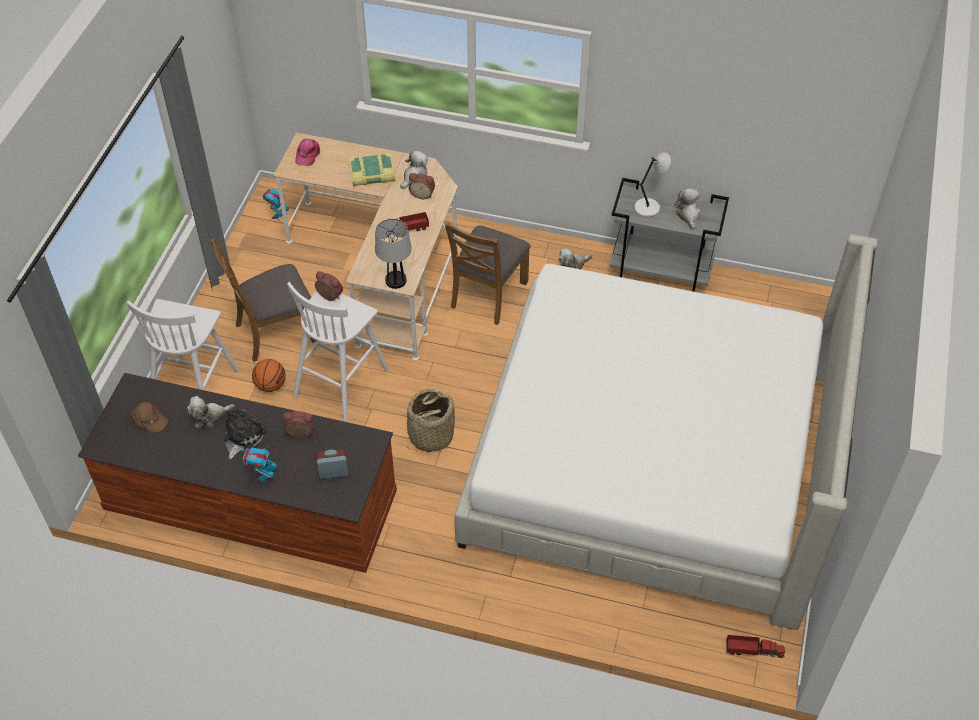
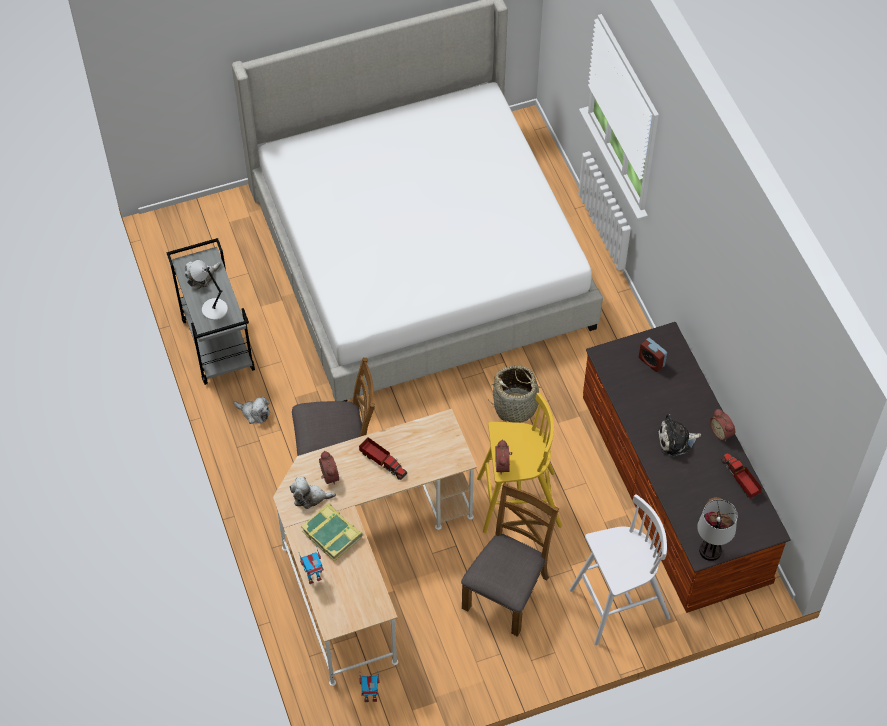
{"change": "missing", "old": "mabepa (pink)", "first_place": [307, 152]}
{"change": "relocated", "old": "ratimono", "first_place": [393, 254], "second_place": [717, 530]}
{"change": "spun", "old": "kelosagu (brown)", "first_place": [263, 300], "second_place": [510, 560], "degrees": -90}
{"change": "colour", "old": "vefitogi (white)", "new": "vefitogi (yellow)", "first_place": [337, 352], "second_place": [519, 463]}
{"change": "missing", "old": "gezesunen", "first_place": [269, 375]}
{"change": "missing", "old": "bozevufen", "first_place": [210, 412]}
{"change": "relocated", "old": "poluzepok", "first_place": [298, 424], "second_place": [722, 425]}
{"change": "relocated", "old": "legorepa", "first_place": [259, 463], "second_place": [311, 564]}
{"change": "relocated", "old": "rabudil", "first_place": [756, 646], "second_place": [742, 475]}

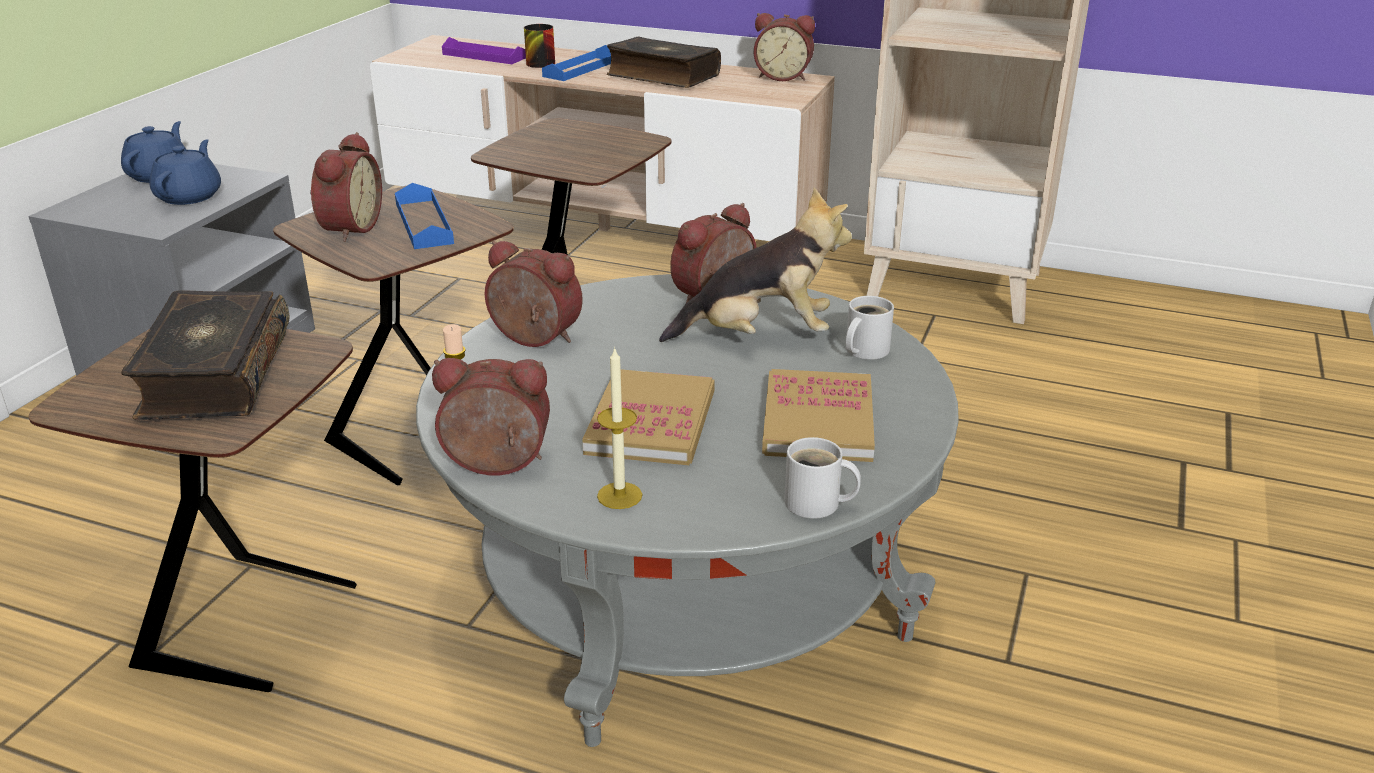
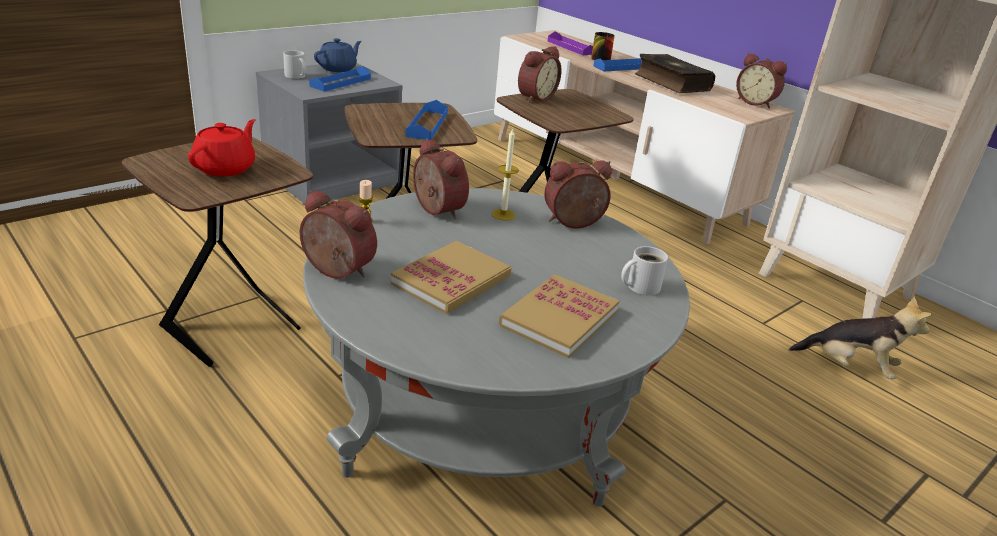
{"change": "relocated", "old": "poluzepok", "first_place": [346, 187], "second_place": [540, 74]}
{"change": "exchanged", "old": "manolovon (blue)", "new": "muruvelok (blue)", "first_place": [185, 172], "second_place": [340, 79]}
{"change": "relocated", "old": "bozevufen", "first_place": [755, 265], "second_place": [860, 337]}
{"change": "exchanged", "old": "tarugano", "new": "manolovon (red)", "first_place": [205, 355], "second_place": [221, 148]}
{"change": "relocated", "old": "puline", "first_place": [619, 428], "second_place": [505, 174]}
{"change": "relocated", "old": "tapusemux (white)", "first_place": [822, 477], "second_place": [294, 65]}

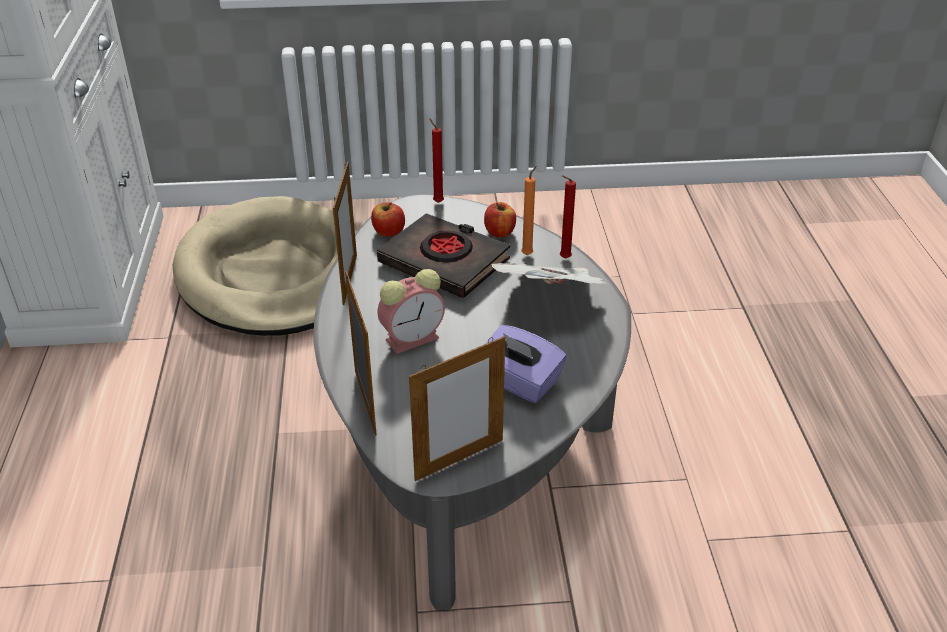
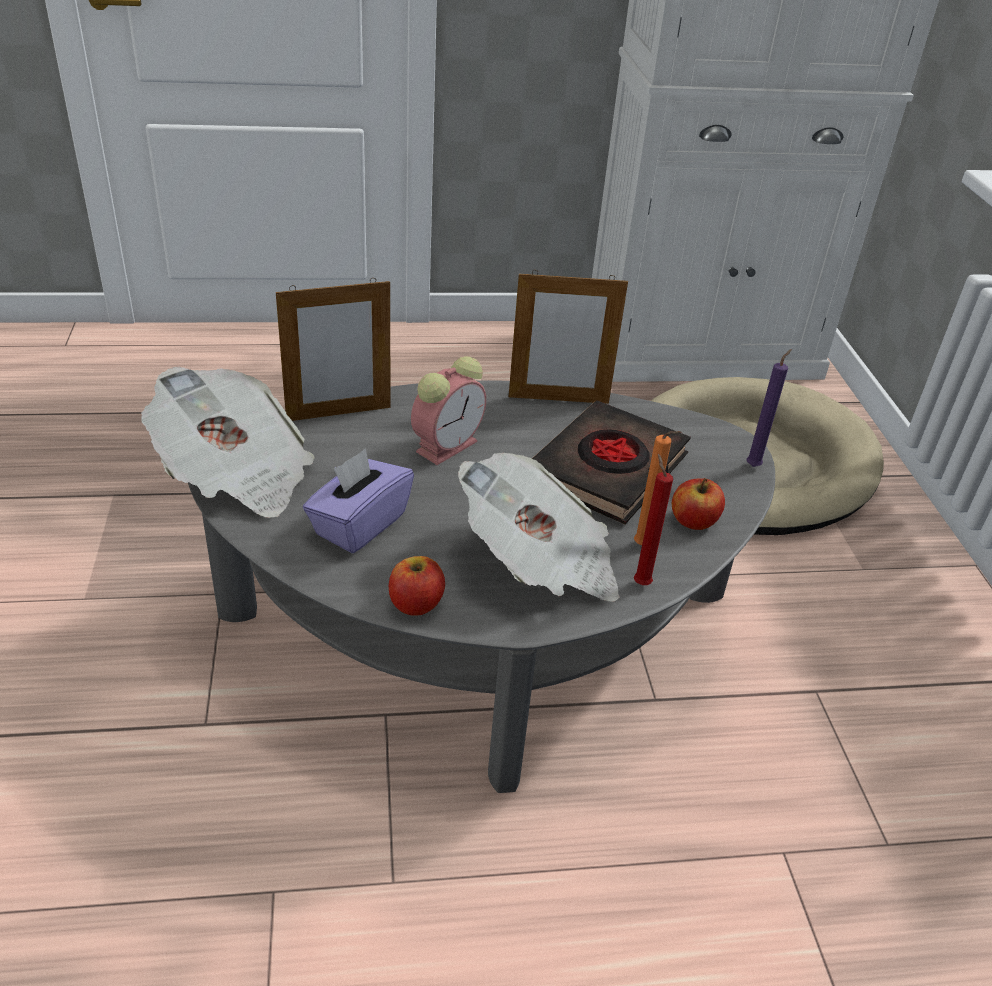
{"change": "colour", "old": "puline (red)", "new": "puline (purple)", "first_place": [436, 160], "second_place": [769, 408]}
{"change": "relocated", "old": "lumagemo", "first_place": [388, 219], "second_place": [417, 586]}
{"change": "spun", "old": "poluzepok", "first_place": [411, 311], "second_place": [448, 410], "degrees": -105}
{"change": "exchanged", "old": "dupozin", "new": "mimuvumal", "first_place": [457, 408], "second_place": [228, 442]}

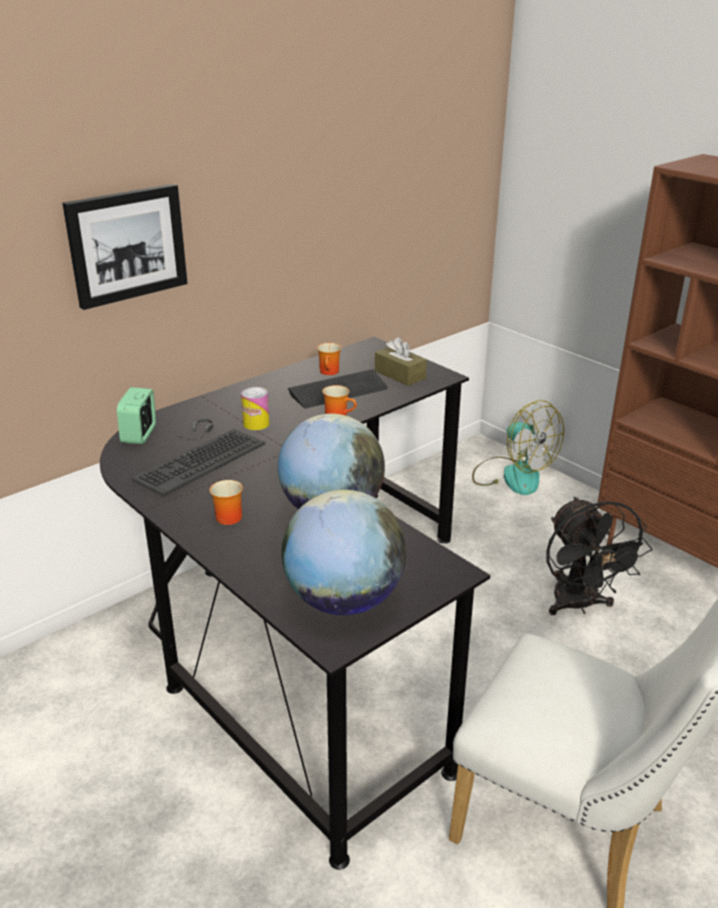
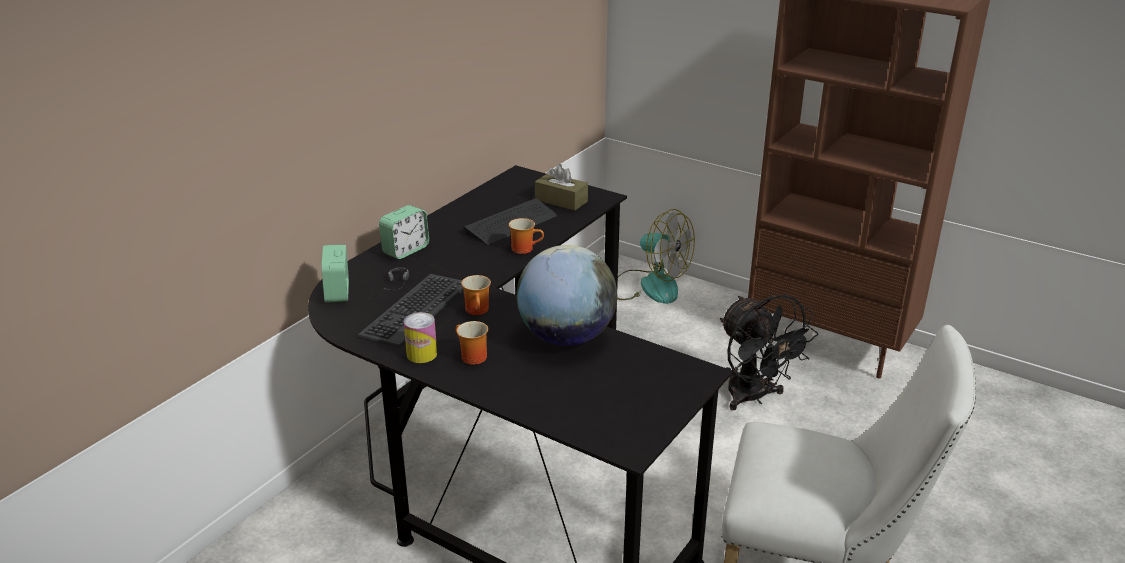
{"change": "missing", "old": "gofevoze", "first_place": [125, 247]}
{"change": "relocated", "old": "tapusemux", "first_place": [329, 359], "second_place": [476, 295]}
{"change": "relocated", "old": "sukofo", "first_place": [255, 408], "second_place": [420, 337]}
{"change": "missing", "old": "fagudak", "first_place": [343, 552]}
{"change": "appeared", "new": "poluzepok", "second_place": [404, 232]}

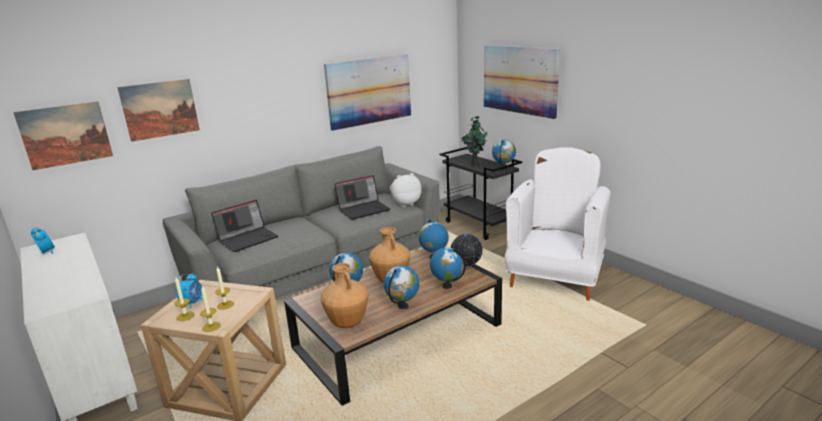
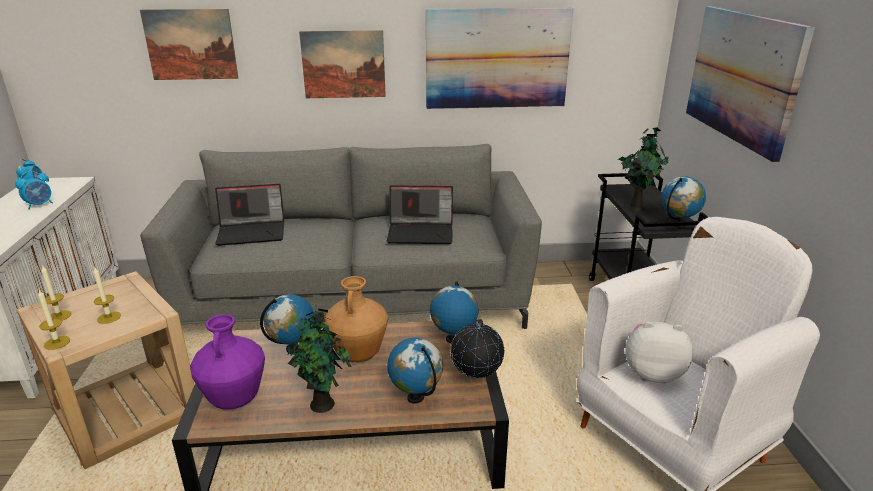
{"change": "relocated", "old": "gofevoze", "first_place": [63, 135], "second_place": [342, 64]}
{"change": "relocated", "old": "bozevufen", "first_place": [406, 190], "second_place": [659, 352]}
{"change": "colour", "old": "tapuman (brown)", "new": "tapuman (purple)", "first_place": [345, 295], "second_place": [227, 362]}
{"change": "exchanged", "old": "fagudak", "new": "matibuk", "first_place": [401, 287], "second_place": [320, 360]}
{"change": "relocated", "old": "poluzepok", "first_place": [189, 291], "second_place": [34, 190]}

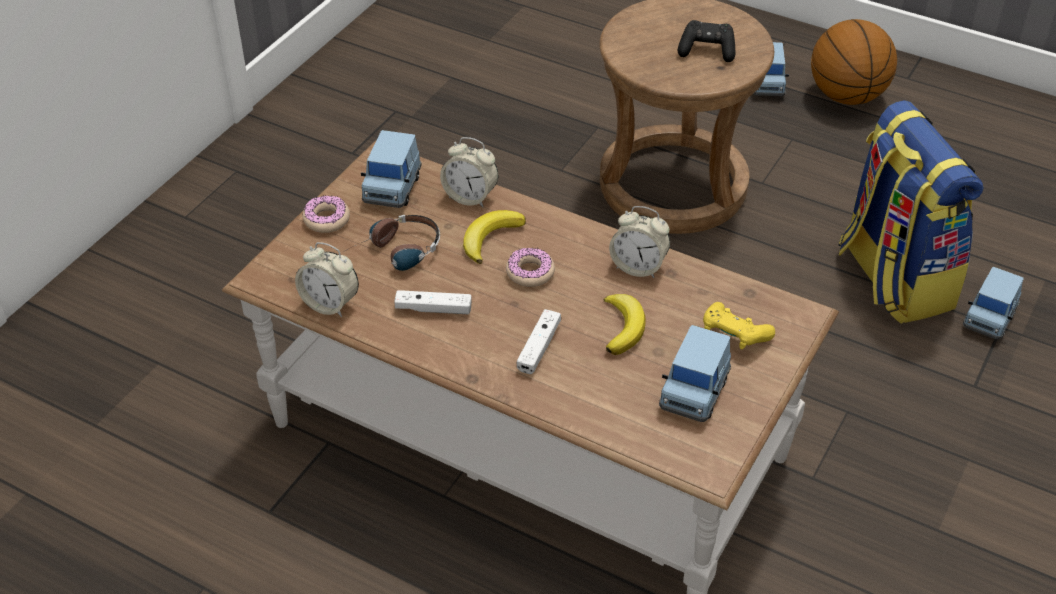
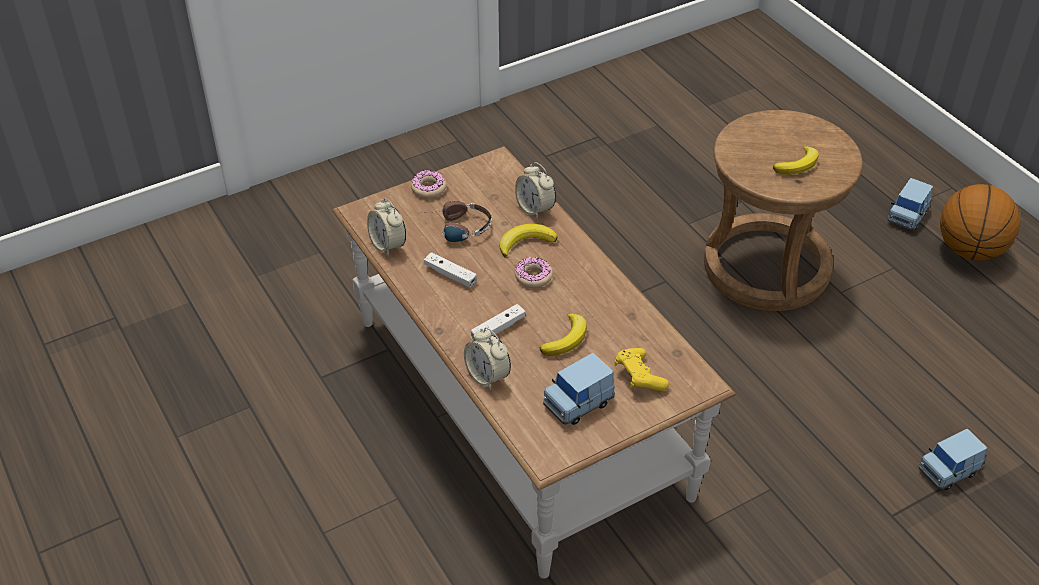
{"change": "exchanged", "old": "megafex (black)", "new": "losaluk", "first_place": [706, 41], "second_place": [796, 160]}
{"change": "missing", "old": "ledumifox", "first_place": [911, 212]}
{"change": "missing", "old": "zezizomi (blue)", "first_place": [391, 169]}
{"change": "relocated", "old": "poluzepok", "first_place": [639, 242], "second_place": [487, 358]}

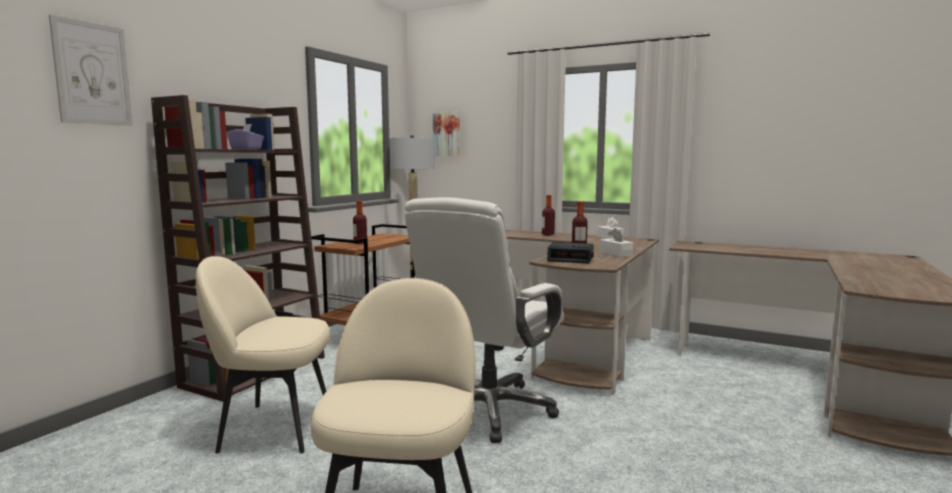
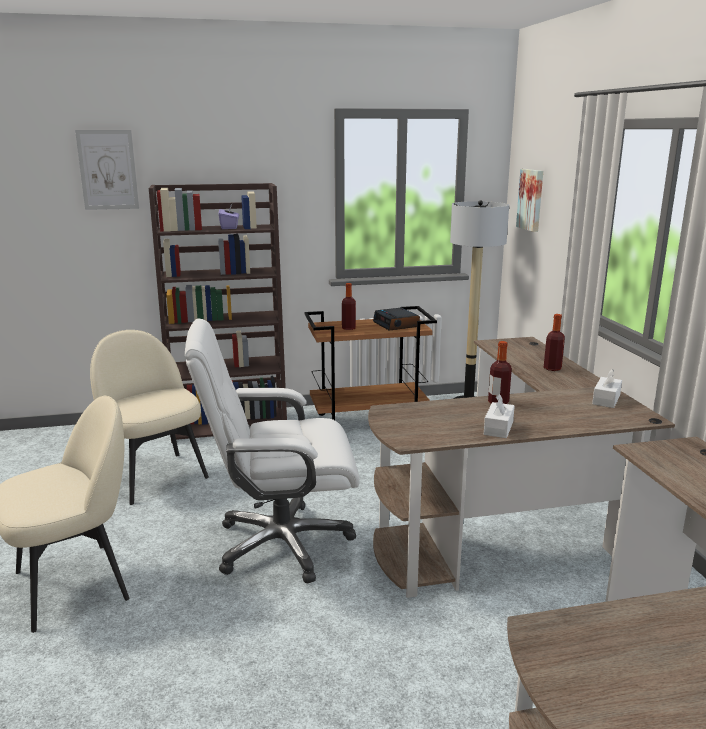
{"change": "relocated", "old": "poluzepok", "first_place": [570, 252], "second_place": [396, 319]}

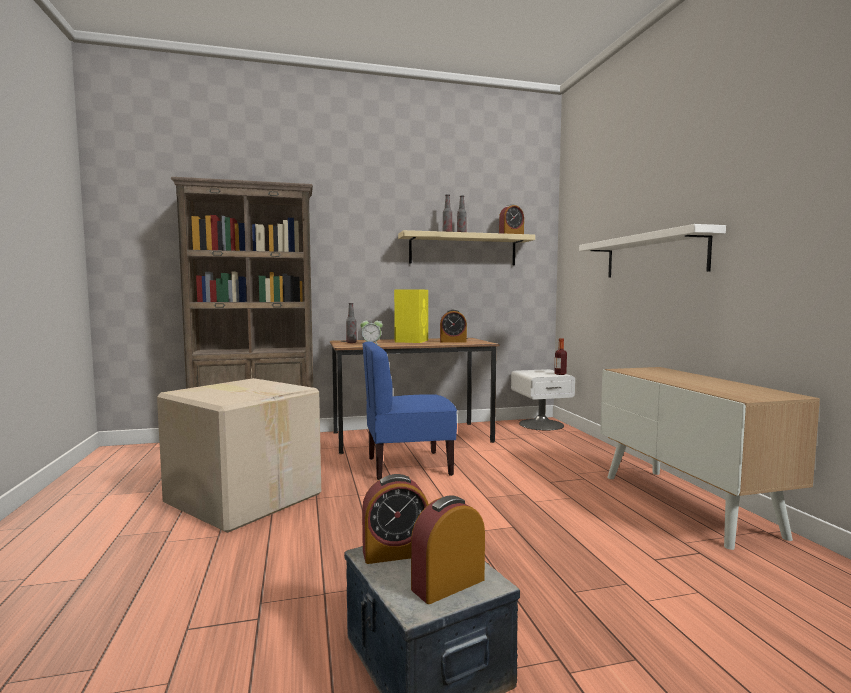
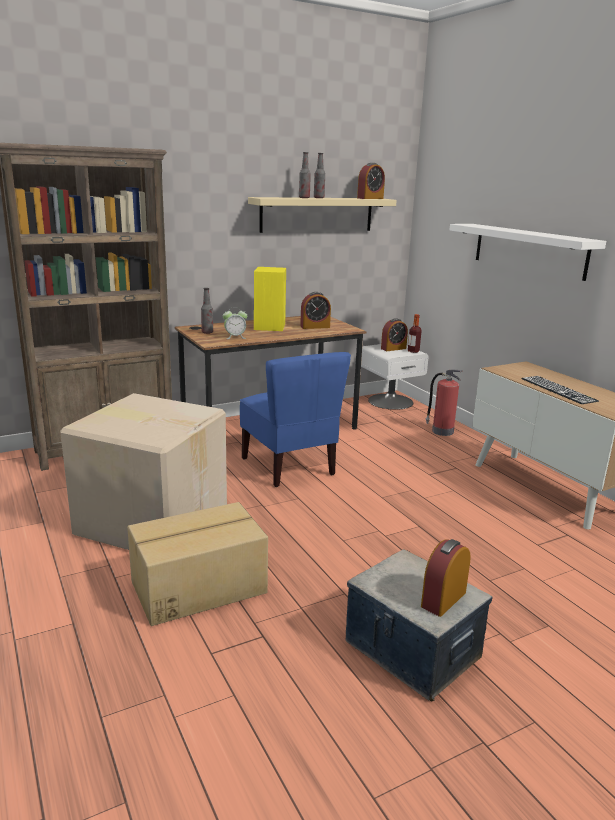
{"change": "spun", "old": "kelosagu (blue)", "first_place": [410, 410], "second_place": [295, 419], "degrees": -90}
{"change": "relocated", "old": "poluzepok", "first_place": [395, 519], "second_place": [394, 334]}
{"change": "appeared", "new": "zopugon", "second_place": [444, 403]}
{"change": "appeared", "new": "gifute", "second_place": [560, 390]}
{"change": "appeared", "new": "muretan", "second_place": [197, 564]}

